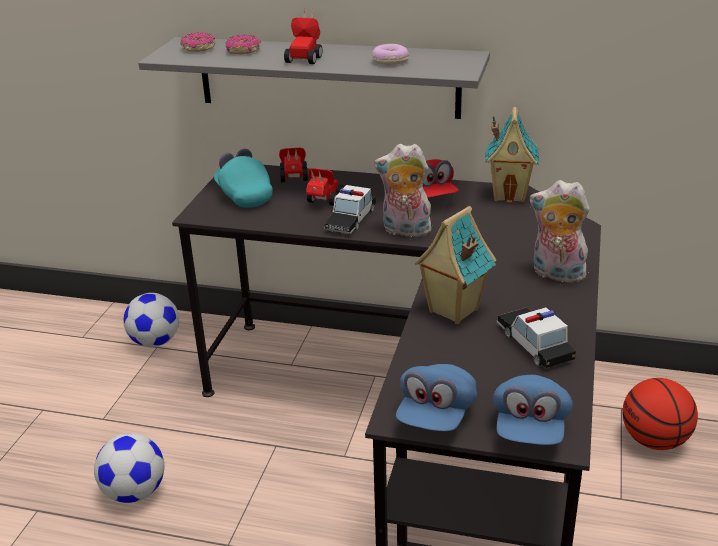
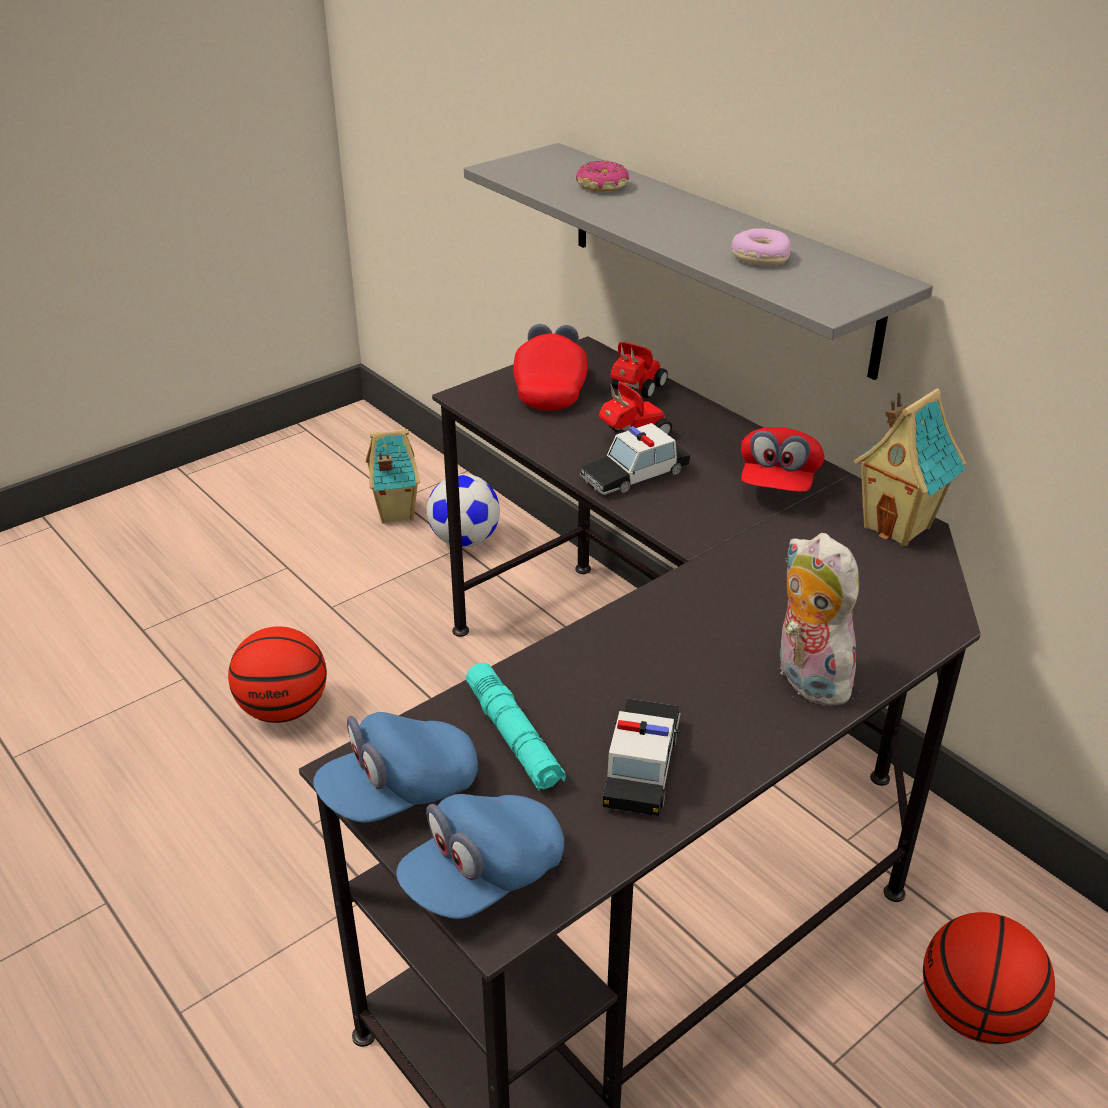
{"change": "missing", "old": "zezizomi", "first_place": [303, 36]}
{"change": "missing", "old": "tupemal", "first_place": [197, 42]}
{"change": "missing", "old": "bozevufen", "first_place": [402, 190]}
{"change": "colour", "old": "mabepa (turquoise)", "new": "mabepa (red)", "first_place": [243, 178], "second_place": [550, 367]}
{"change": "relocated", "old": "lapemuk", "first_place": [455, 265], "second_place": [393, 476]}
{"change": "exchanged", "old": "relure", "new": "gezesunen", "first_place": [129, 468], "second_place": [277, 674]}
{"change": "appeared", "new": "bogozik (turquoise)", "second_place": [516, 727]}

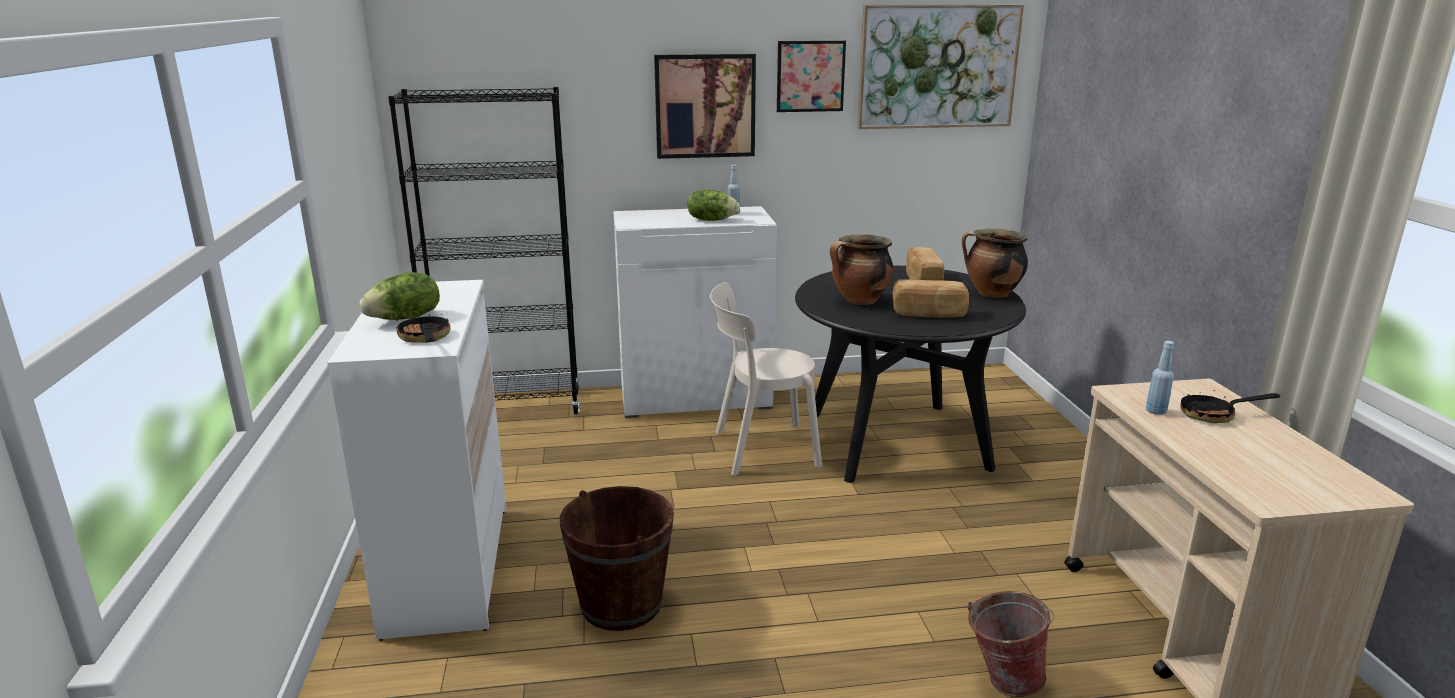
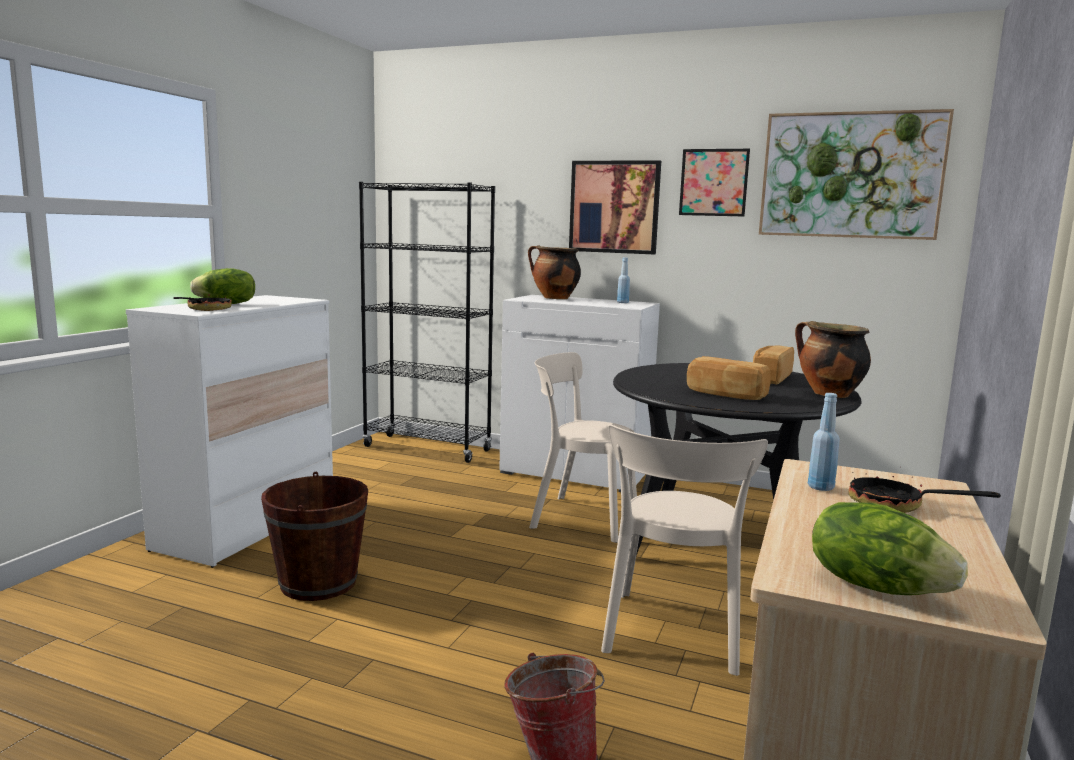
{"change": "relocated", "old": "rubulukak", "first_place": [713, 205], "second_place": [890, 548]}
{"change": "relocated", "old": "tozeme", "first_place": [861, 269], "second_place": [554, 272]}
{"change": "appeared", "new": "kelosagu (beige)", "second_place": [684, 550]}

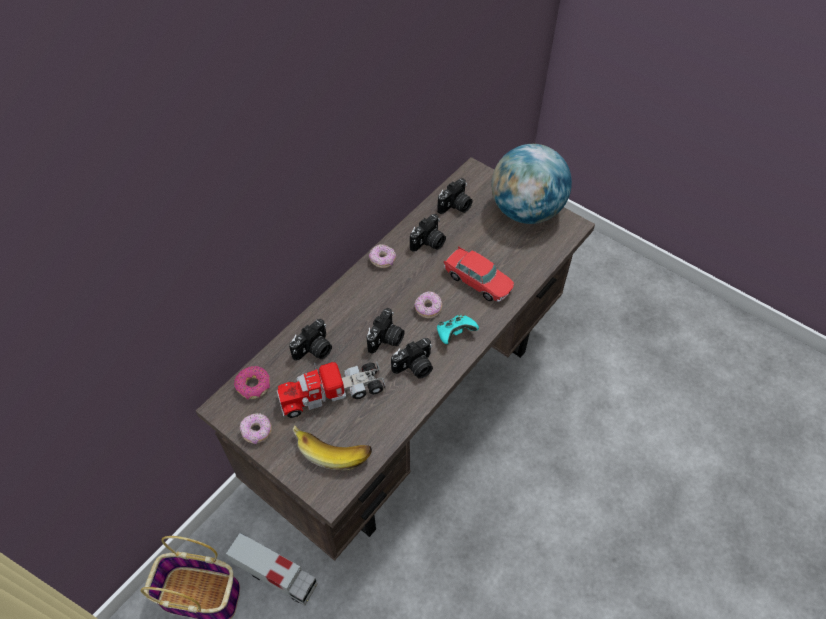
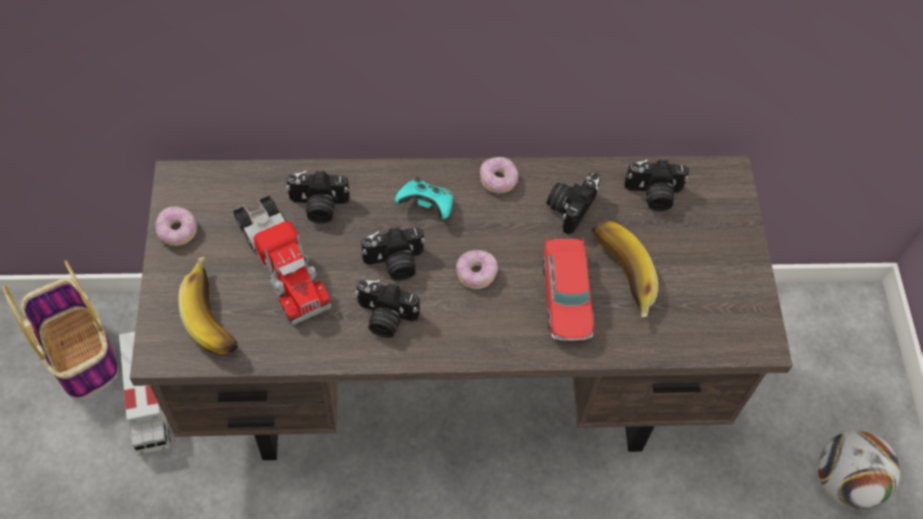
{"change": "missing", "old": "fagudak", "first_place": [532, 184]}
{"change": "spun", "old": "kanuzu", "first_place": [428, 233], "second_place": [573, 203], "degrees": 120}
{"change": "relocated", "old": "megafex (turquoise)", "first_place": [458, 329], "second_place": [424, 198]}
{"change": "spun", "old": "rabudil", "first_place": [331, 390], "second_place": [282, 259], "degrees": -150}
{"change": "missing", "old": "tupemal", "first_place": [252, 383]}
{"change": "appeared", "new": "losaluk", "second_place": [624, 269]}
{"change": "appeared", "new": "relure", "second_place": [859, 470]}

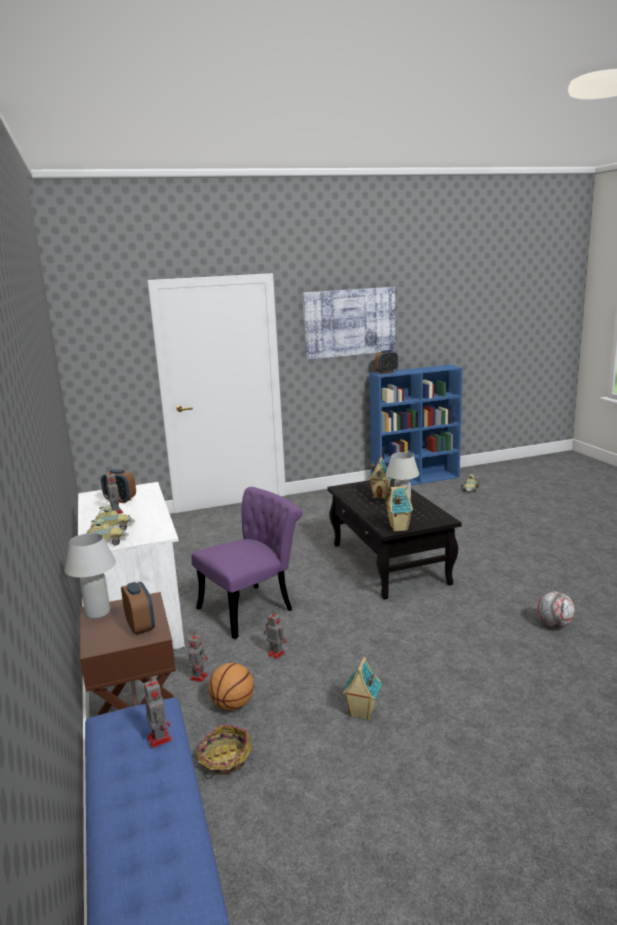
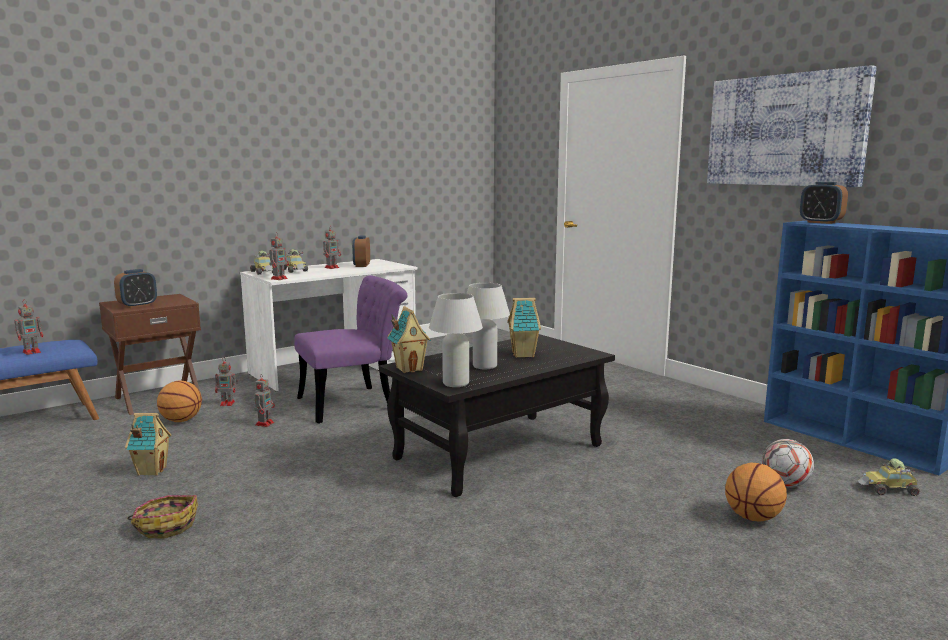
{"change": "spun", "old": "kelosagu (purple)", "first_place": [247, 563], "second_place": [351, 349], "degrees": -60}
{"change": "relocated", "old": "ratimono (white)", "first_place": [90, 576], "second_place": [456, 340]}
{"change": "relocated", "old": "relure", "first_place": [556, 609], "second_place": [788, 463]}
{"change": "relocated", "old": "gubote", "first_place": [224, 752], "second_place": [162, 516]}
{"change": "appeared", "new": "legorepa", "second_place": [279, 256]}
{"change": "appeared", "new": "gezesunen", "second_place": [756, 492]}

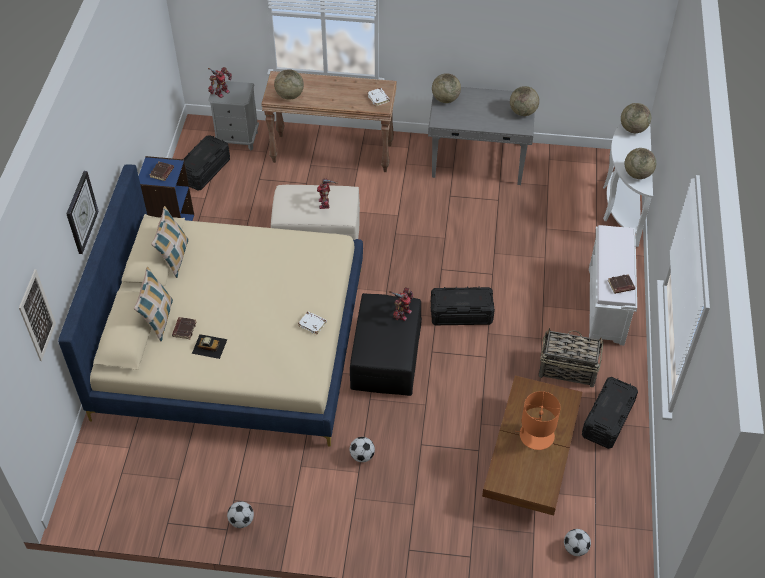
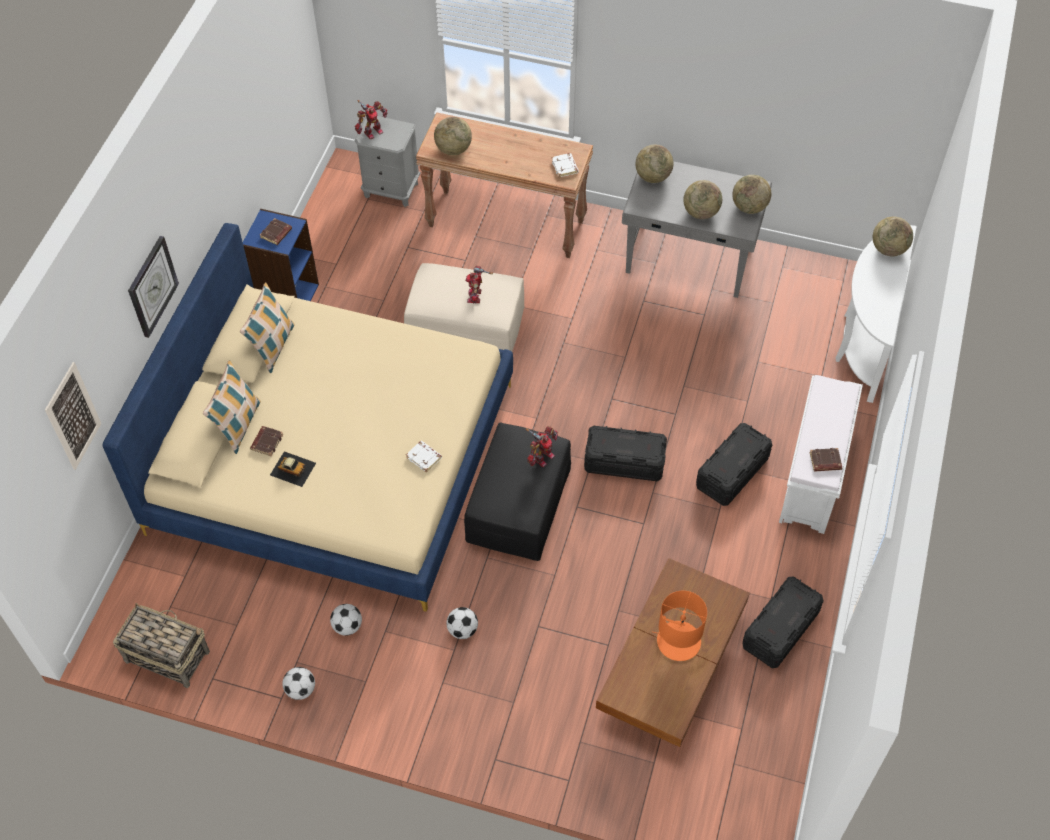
{"change": "relocated", "old": "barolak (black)", "first_place": [207, 163], "second_place": [734, 464]}
{"change": "relocated", "old": "fagudak", "first_place": [640, 163], "second_place": [703, 199]}
{"change": "relocated", "old": "gubote", "first_place": [571, 358], "second_place": [161, 645]}
{"change": "relocated", "old": "relure", "first_place": [577, 542], "second_place": [346, 620]}

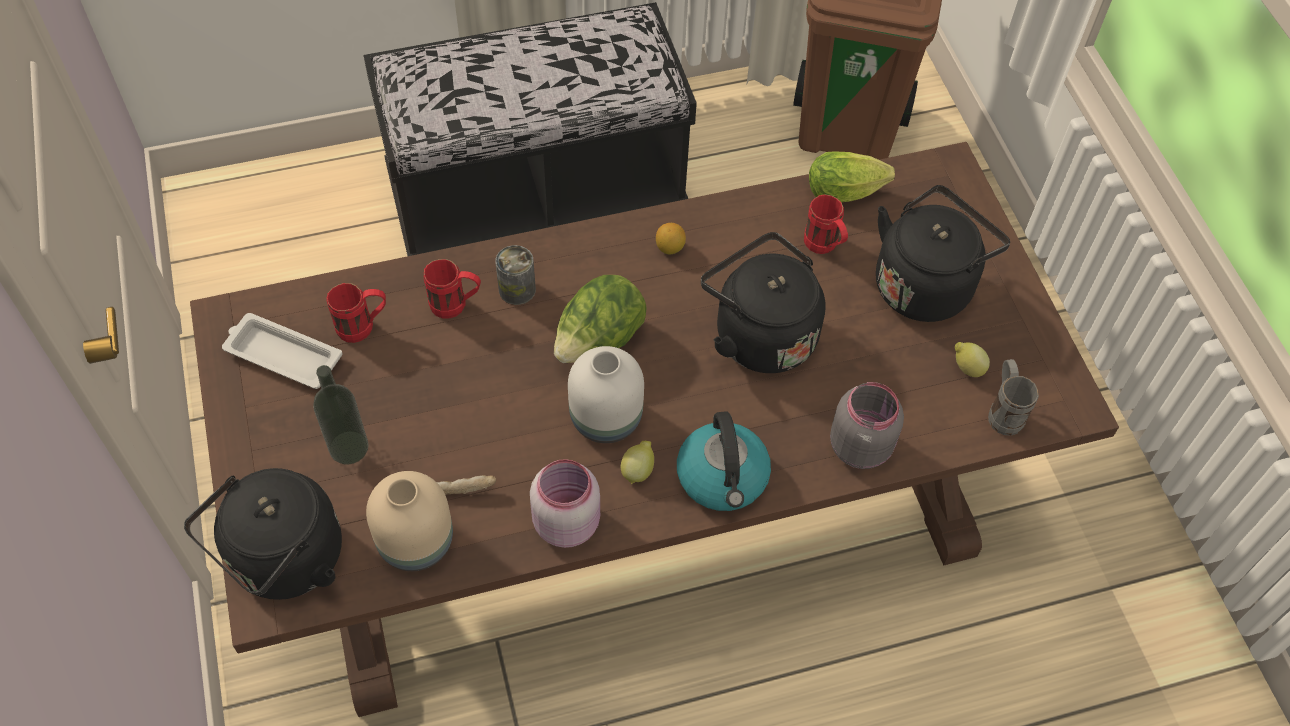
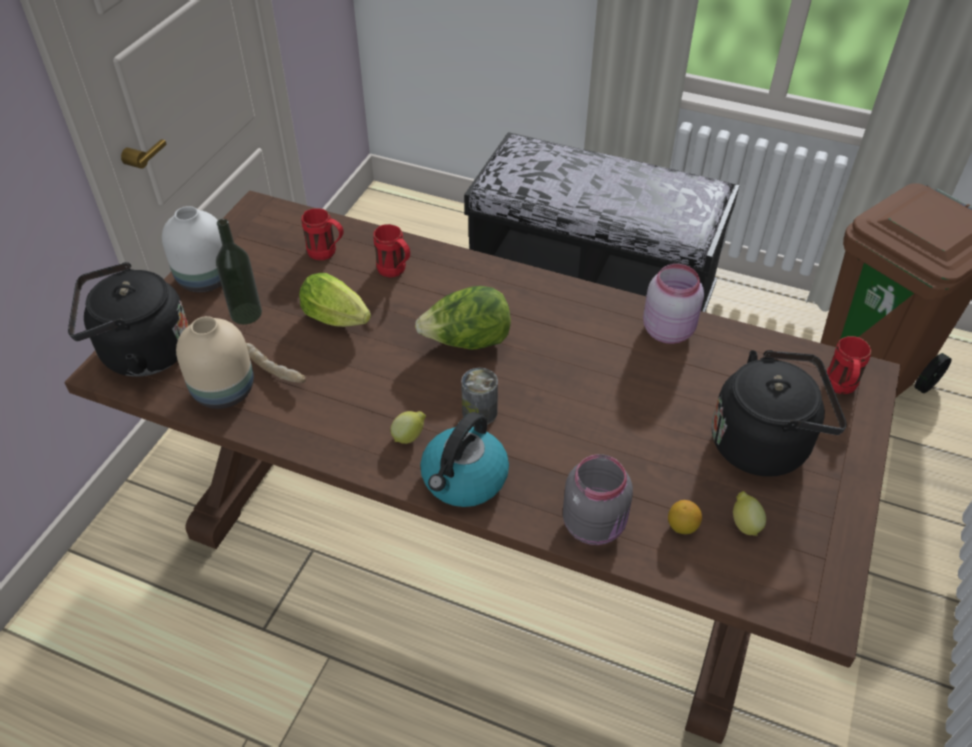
{"change": "relocated", "old": "rubulukak", "first_place": [852, 176], "second_place": [335, 300]}
{"change": "relocated", "old": "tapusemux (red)", "first_place": [826, 224], "second_place": [849, 365]}
{"change": "relocated", "old": "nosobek", "first_place": [671, 239], "second_place": [685, 517]}
{"change": "missing", "old": "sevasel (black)", "first_place": [763, 302]}
{"change": "relocated", "old": "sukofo", "first_place": [515, 275], "second_place": [479, 396]}
{"change": "missing", "old": "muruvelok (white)", "first_place": [282, 351]}
{"change": "relocated", "old": "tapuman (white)", "first_place": [606, 394], "second_place": [192, 249]}
{"change": "missing", "old": "tapusemux (grey)", "first_place": [1013, 397]}
{"change": "relocated", "old": "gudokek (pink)", "first_place": [565, 503], "second_place": [673, 304]}

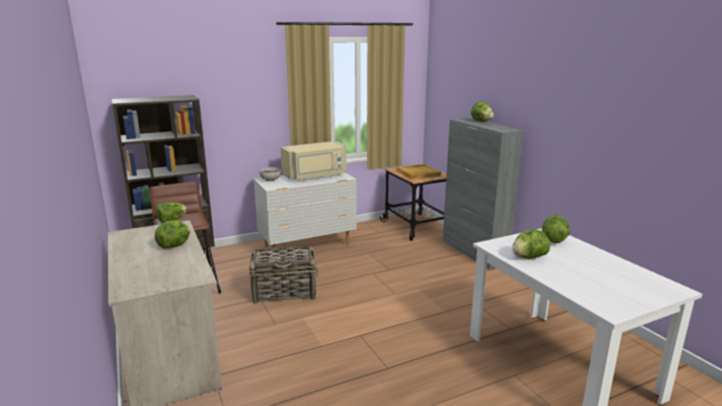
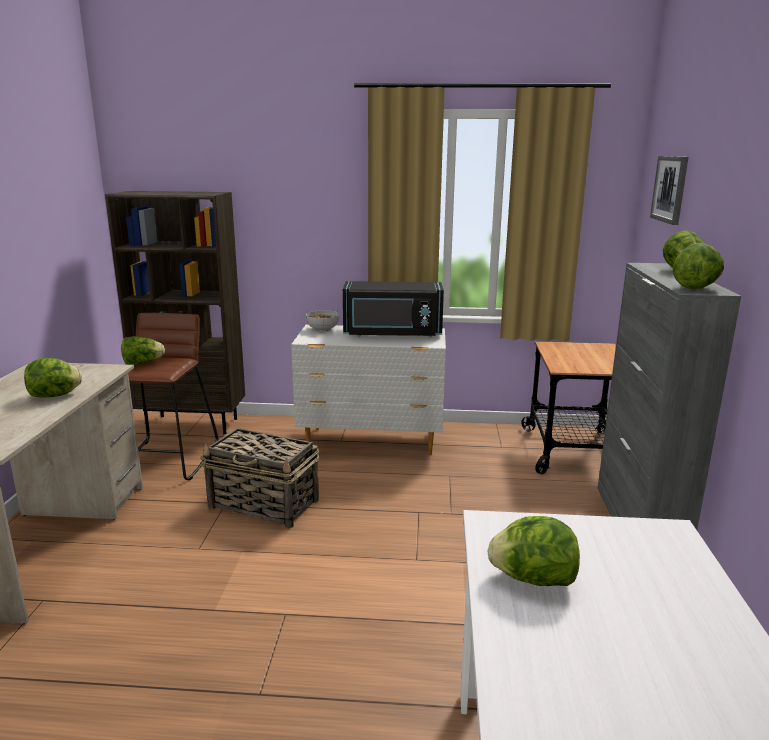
{"change": "colour", "old": "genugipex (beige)", "new": "genugipex (black)", "first_place": [313, 160], "second_place": [393, 309]}
{"change": "missing", "old": "muruvelok (beige)", "first_place": [419, 172]}
{"change": "relocated", "old": "rubulukak", "first_place": [556, 229], "second_place": [698, 266]}
{"change": "appeared", "new": "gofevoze", "second_place": [669, 190]}

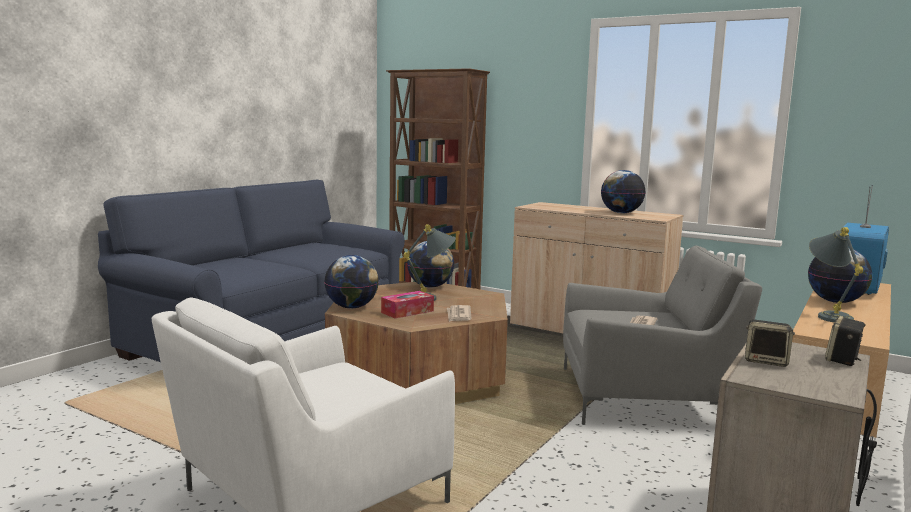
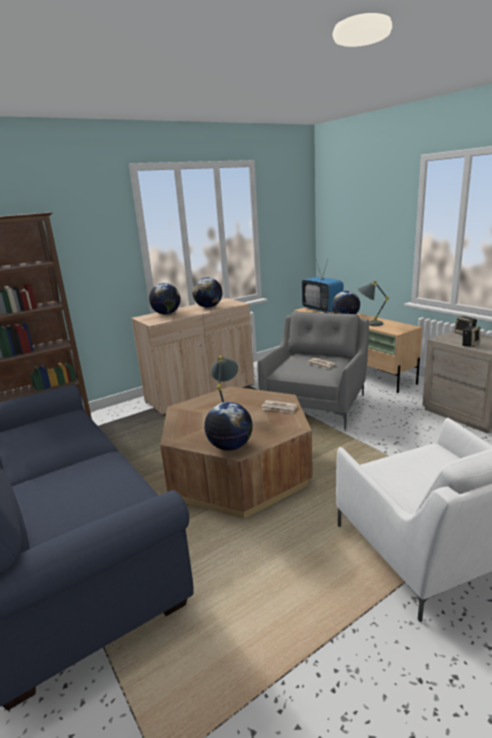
{"change": "relocated", "old": "fagudak", "first_place": [431, 264], "second_place": [165, 299]}
{"change": "missing", "old": "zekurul", "first_place": [407, 304]}

